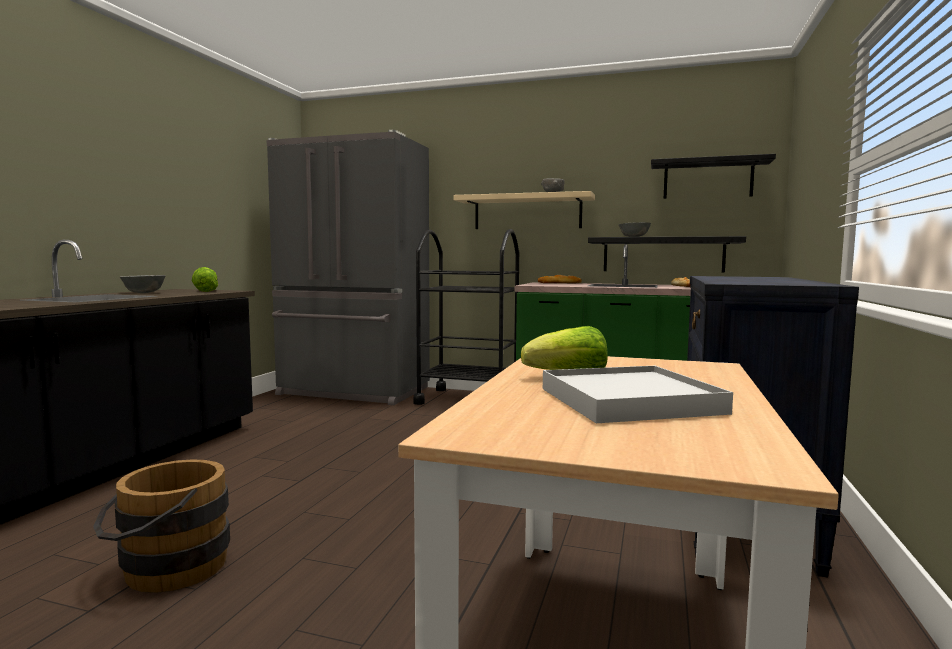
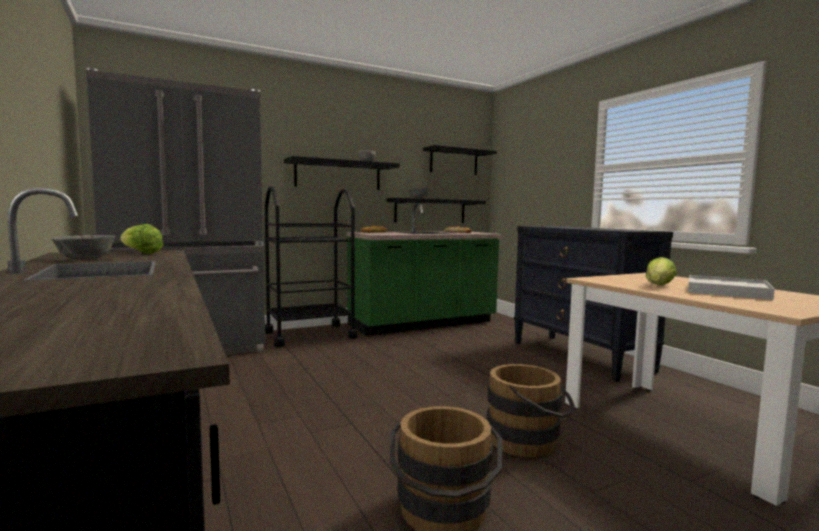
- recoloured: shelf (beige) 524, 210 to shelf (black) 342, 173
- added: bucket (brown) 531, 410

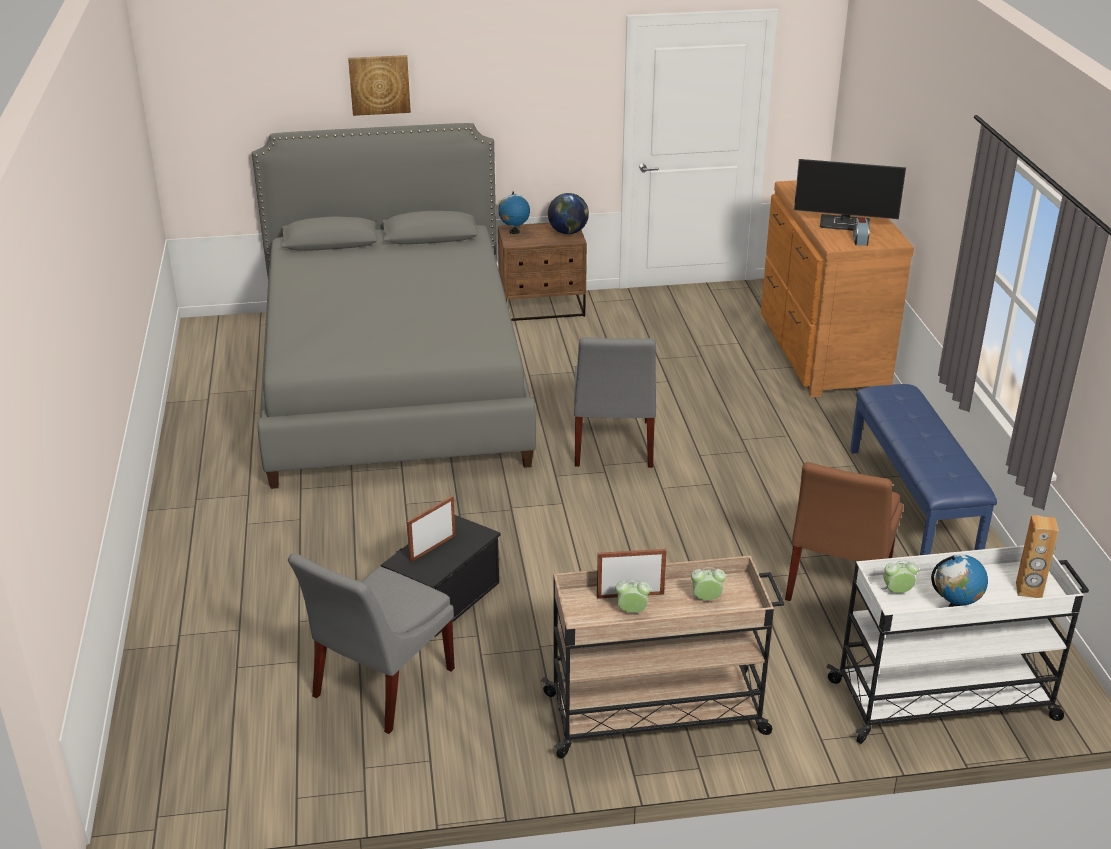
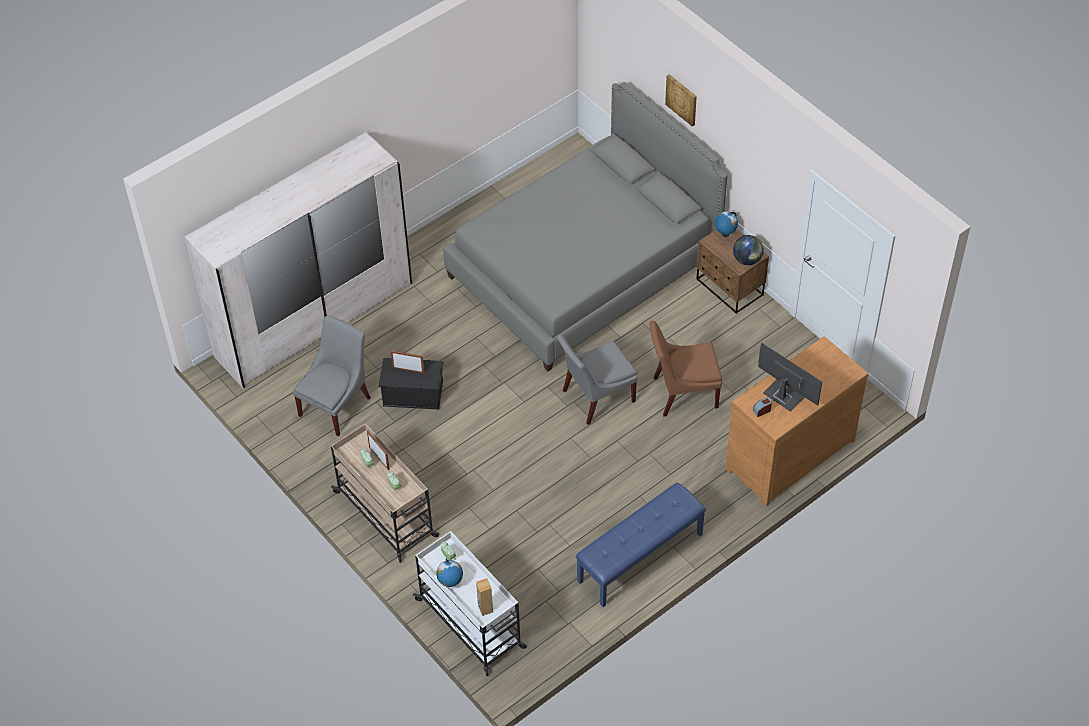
- turned: monitor 850, 195 = 790, 377 150 degrees clockwise
- moved: chair (brown) 844, 531 to 685, 368
- turned: chair (grey) 371, 643 = 332, 375 120 degrees clockwise
- added: wardrobe (white) 298, 260

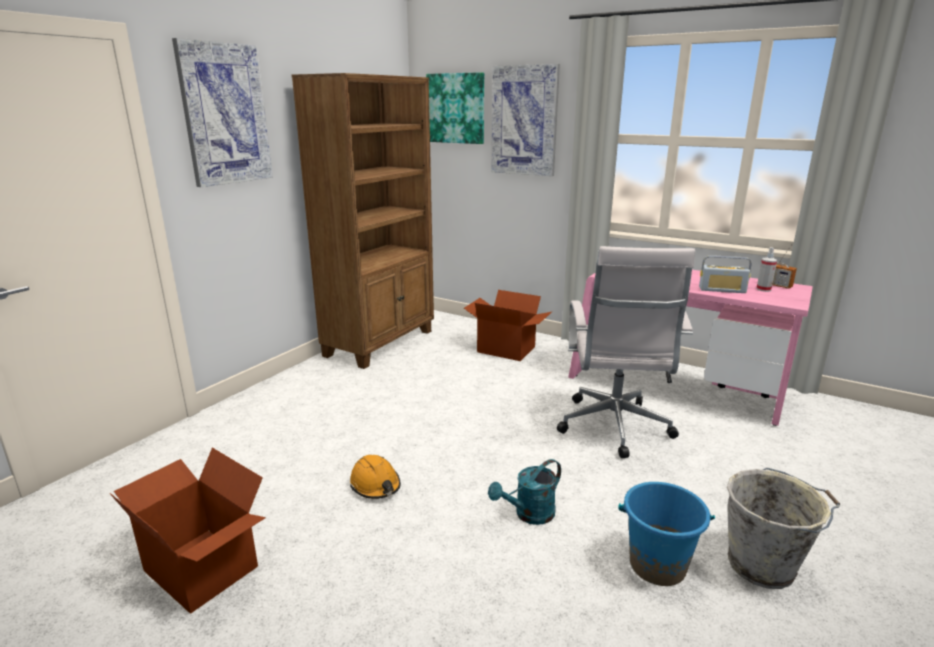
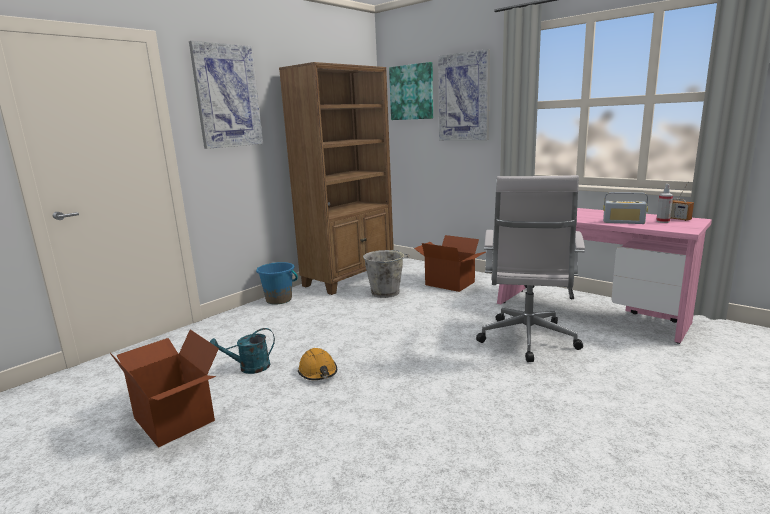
- moved: watering can (turquoise) 524, 492 to 242, 351
- moved: bucket (grey) 783, 528 to 386, 274
- moved: bucket (blue) 666, 534 to 277, 283

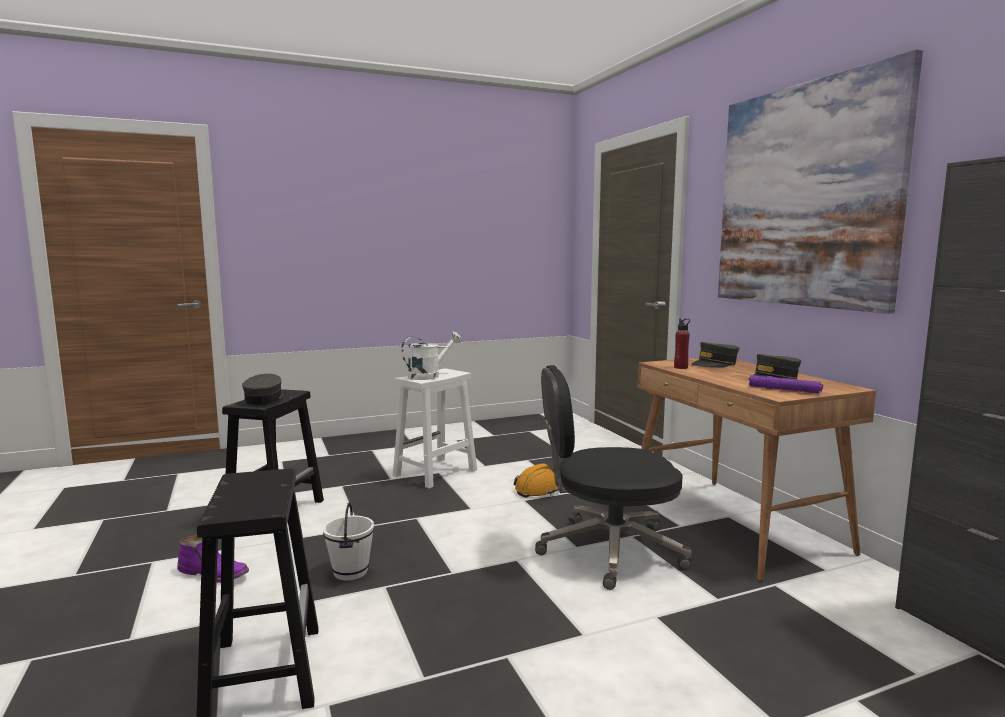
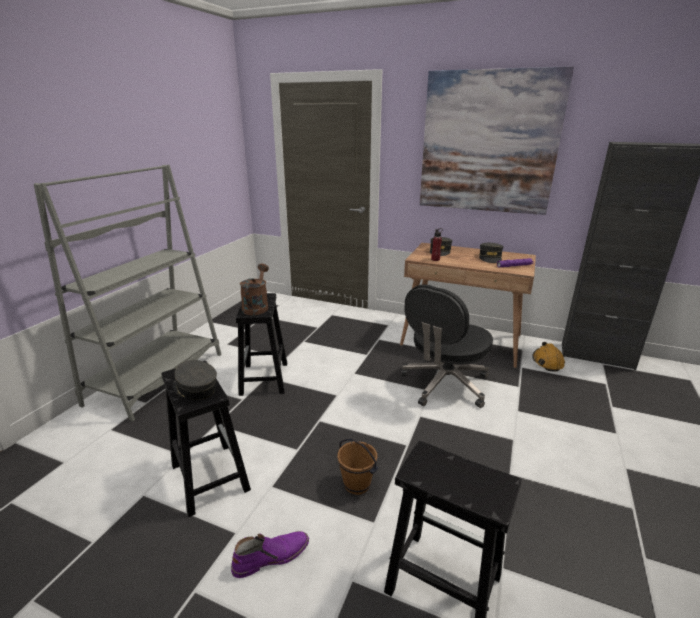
- recoloured: watering can (white) 431, 356 to watering can (brown) 254, 289
- recoloured: stool (white) 435, 428 to stool (black) 261, 344
- moved: hard hat (orange) 538, 480 to 548, 357
- recoloured: bucket (white) 348, 541 to bucket (brown) 357, 466
- added: bookcase (grey) 128, 293

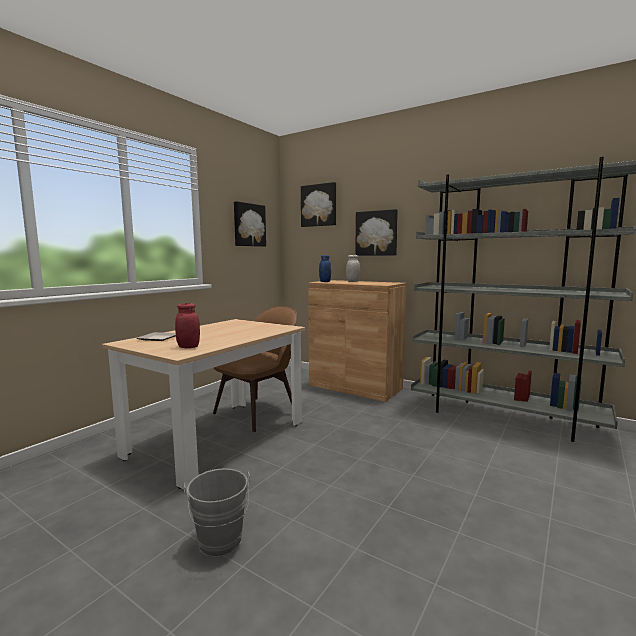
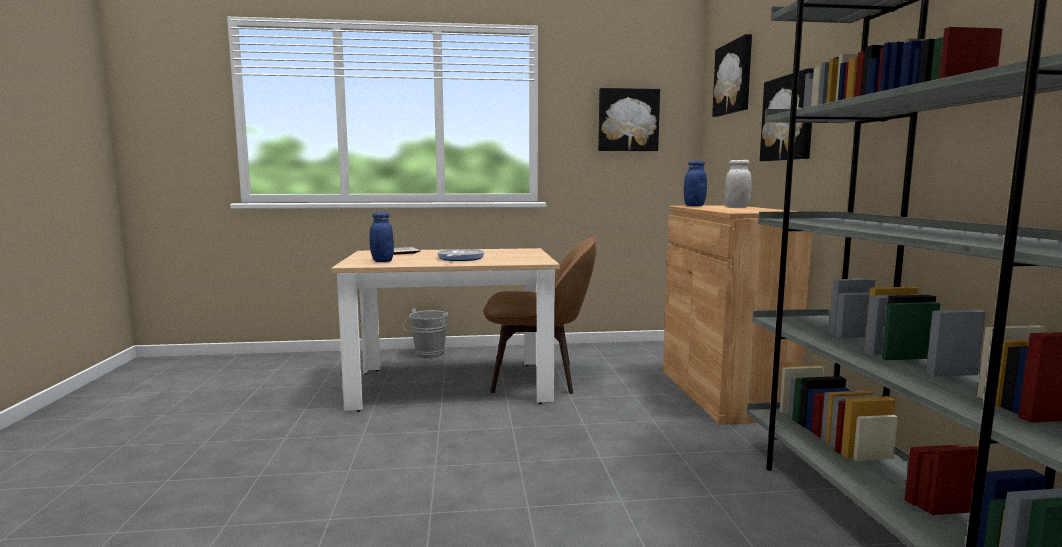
- recoloured: jar (red) 187, 325 to jar (blue) 381, 237
- moved: bucket (grey) 217, 512 to 426, 333
- added: frying pan 461, 255

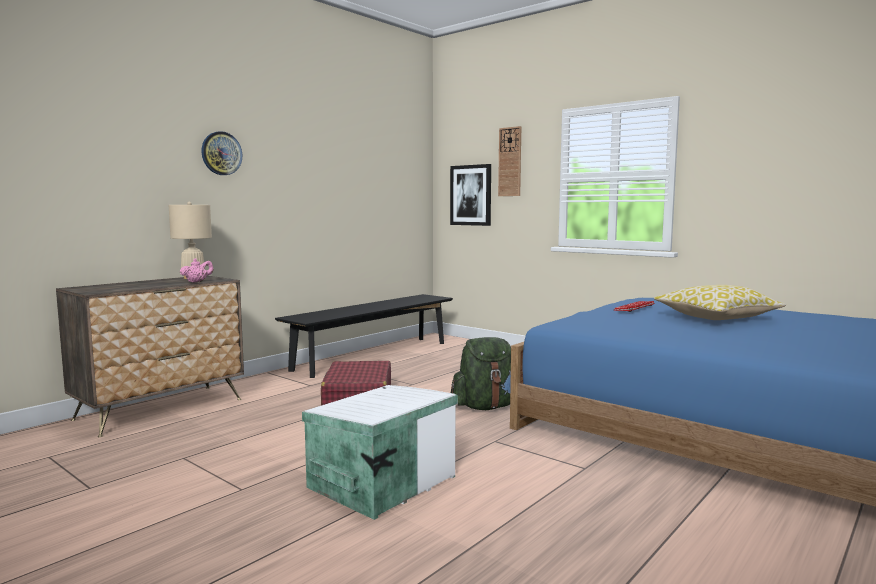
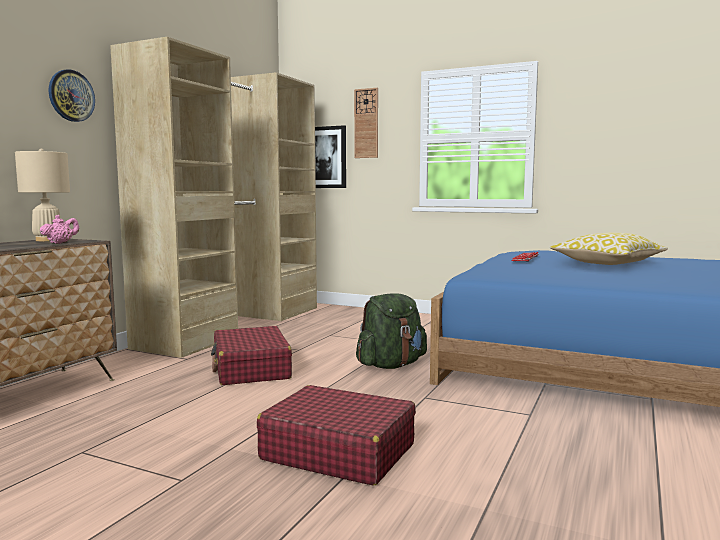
- replaced: bench (black) 364, 336 to wardrobe (beige) 213, 197
- replaced: storage box (white) 380, 452 to suitcase (red) 336, 435

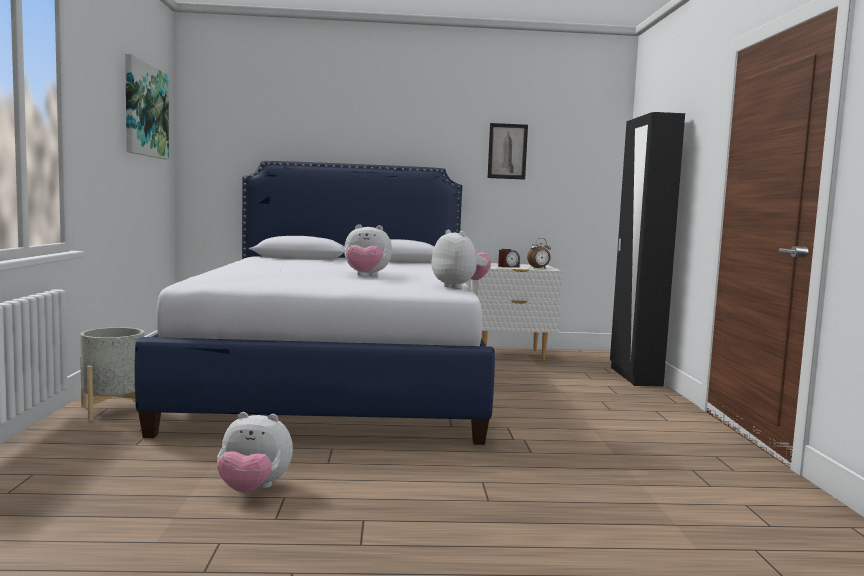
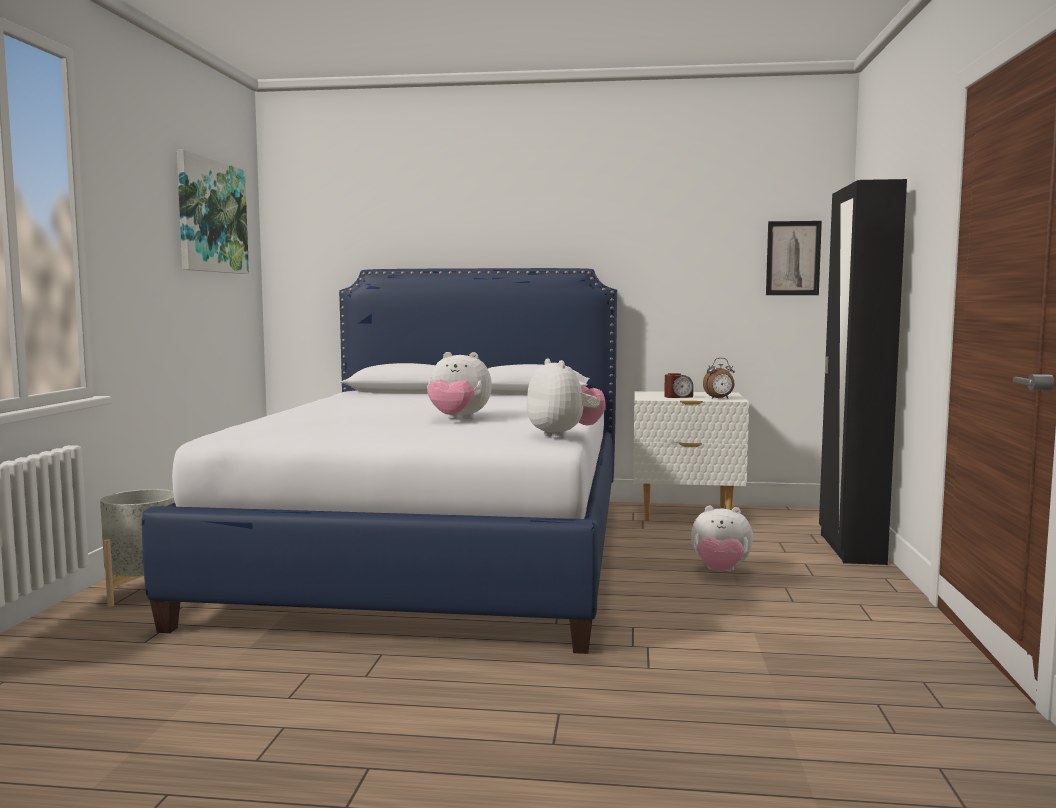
- moved: picture 508, 151 to 794, 258
- moved: plush toy 255, 452 to 722, 539

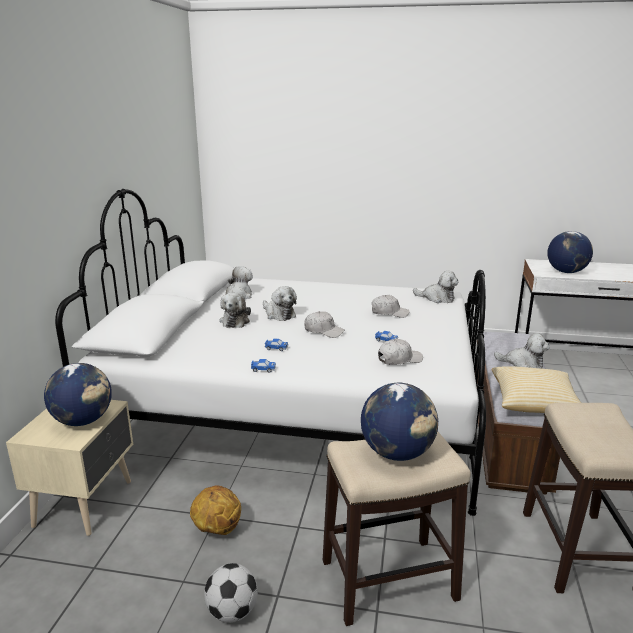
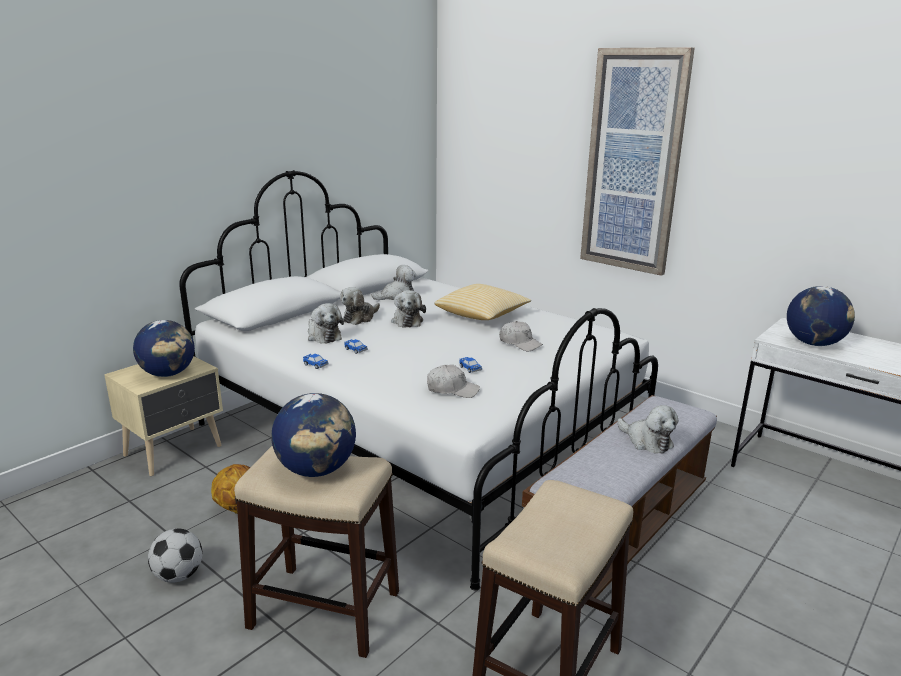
- moved: plush toy 435, 287 to 326, 323
- removed: cap (white) 324, 324
- moved: pillow 536, 390 to 483, 302
- added: picture 637, 161

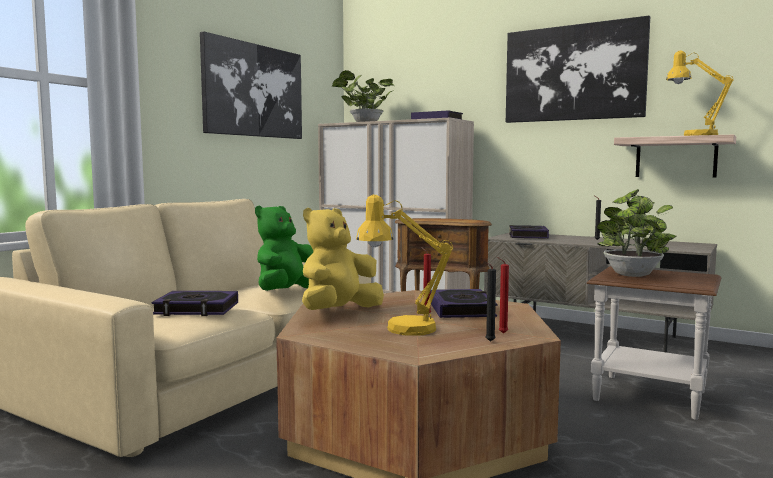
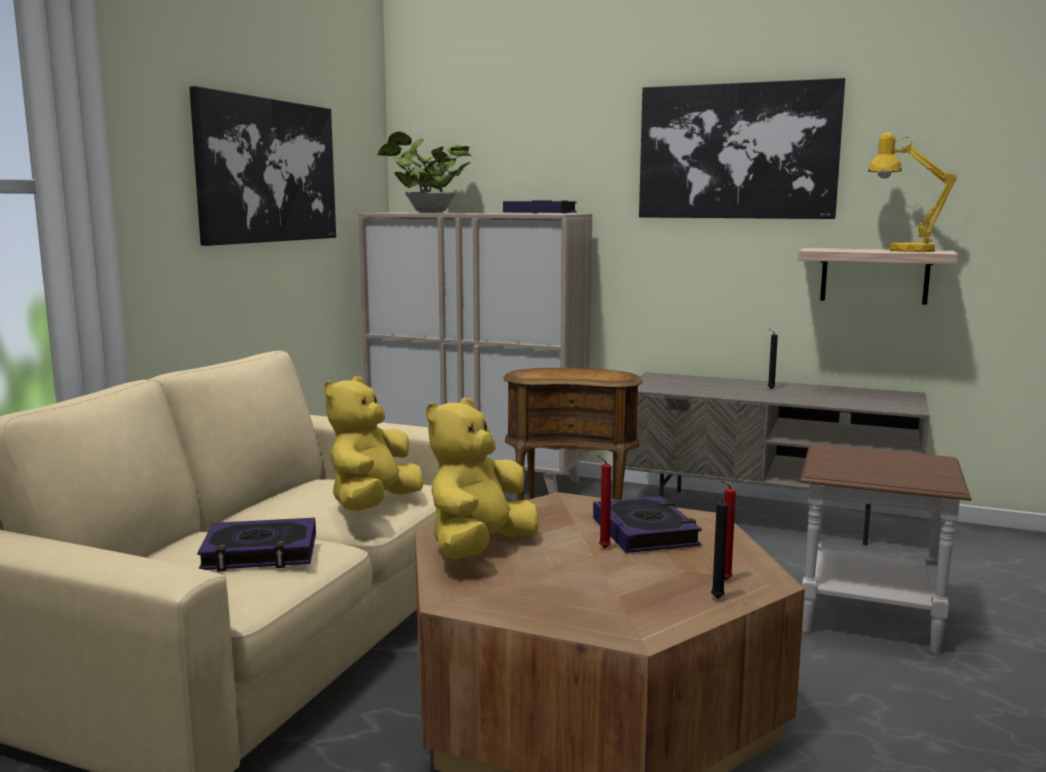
- removed: potted plant 636, 233
- removed: table lamp (yellow) 404, 265
- recoloured: plush toy (green) 284, 248 to plush toy (yellow) 373, 443
- removed: book 529, 232

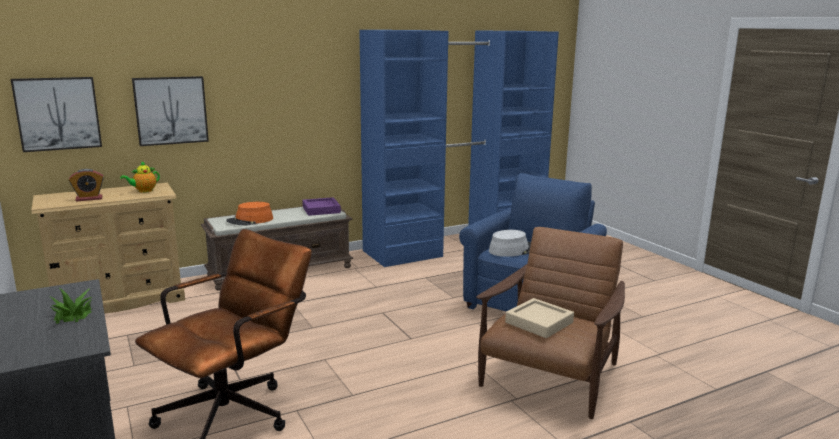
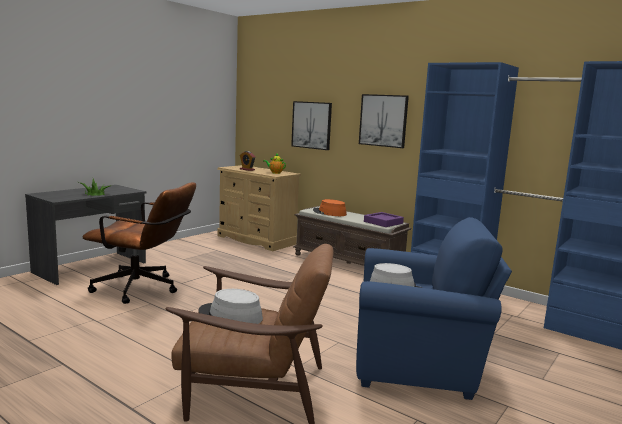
- moved: picture 56, 114 to 384, 121
- replaced: tray (beige) 539, 318 to hat (grey) 230, 306

